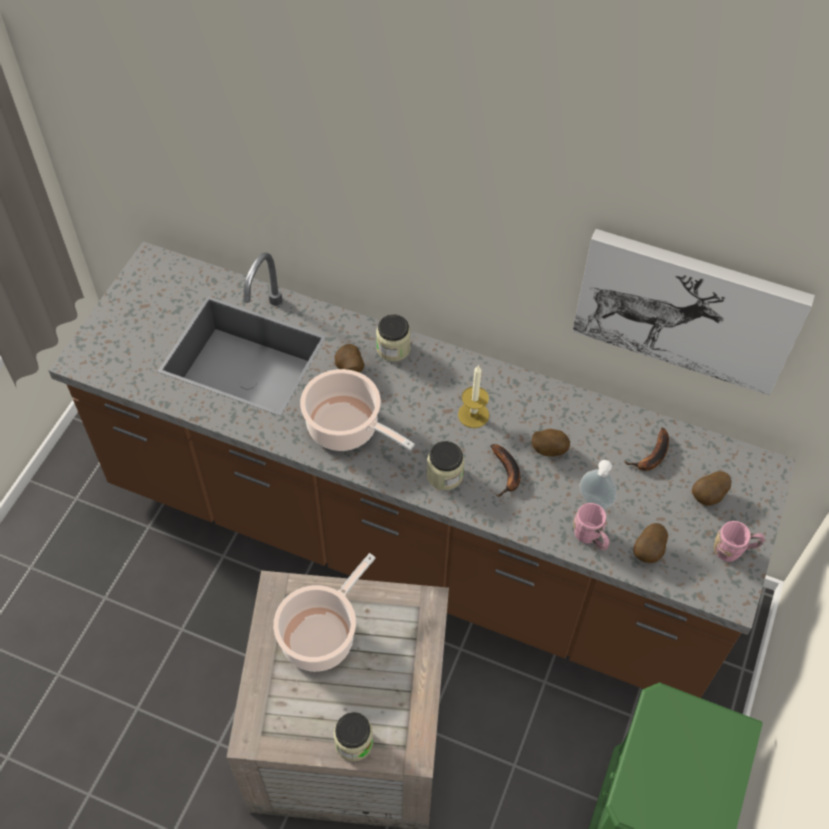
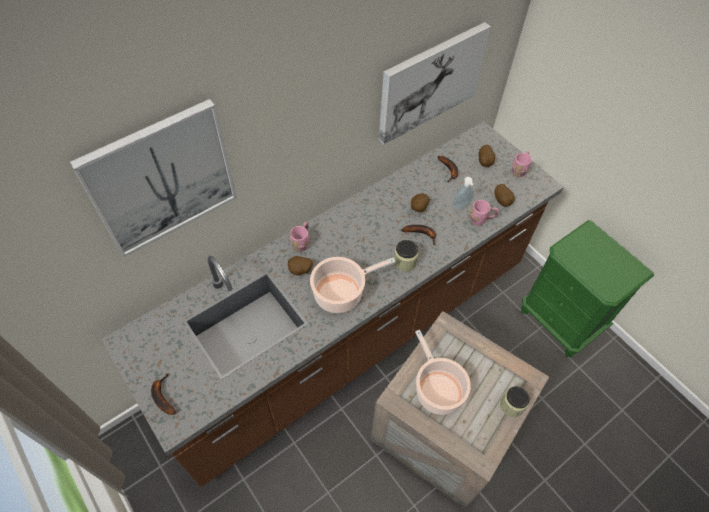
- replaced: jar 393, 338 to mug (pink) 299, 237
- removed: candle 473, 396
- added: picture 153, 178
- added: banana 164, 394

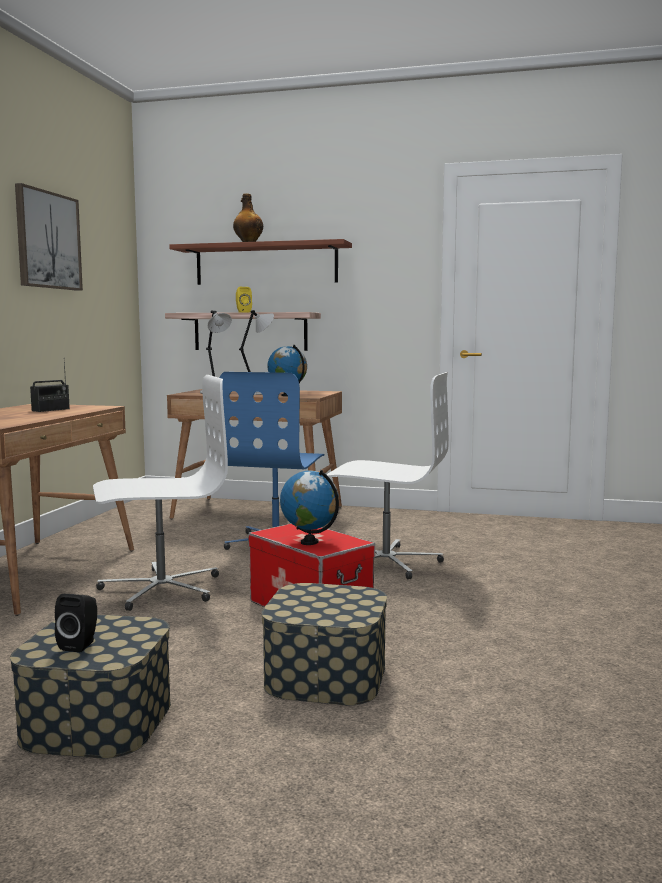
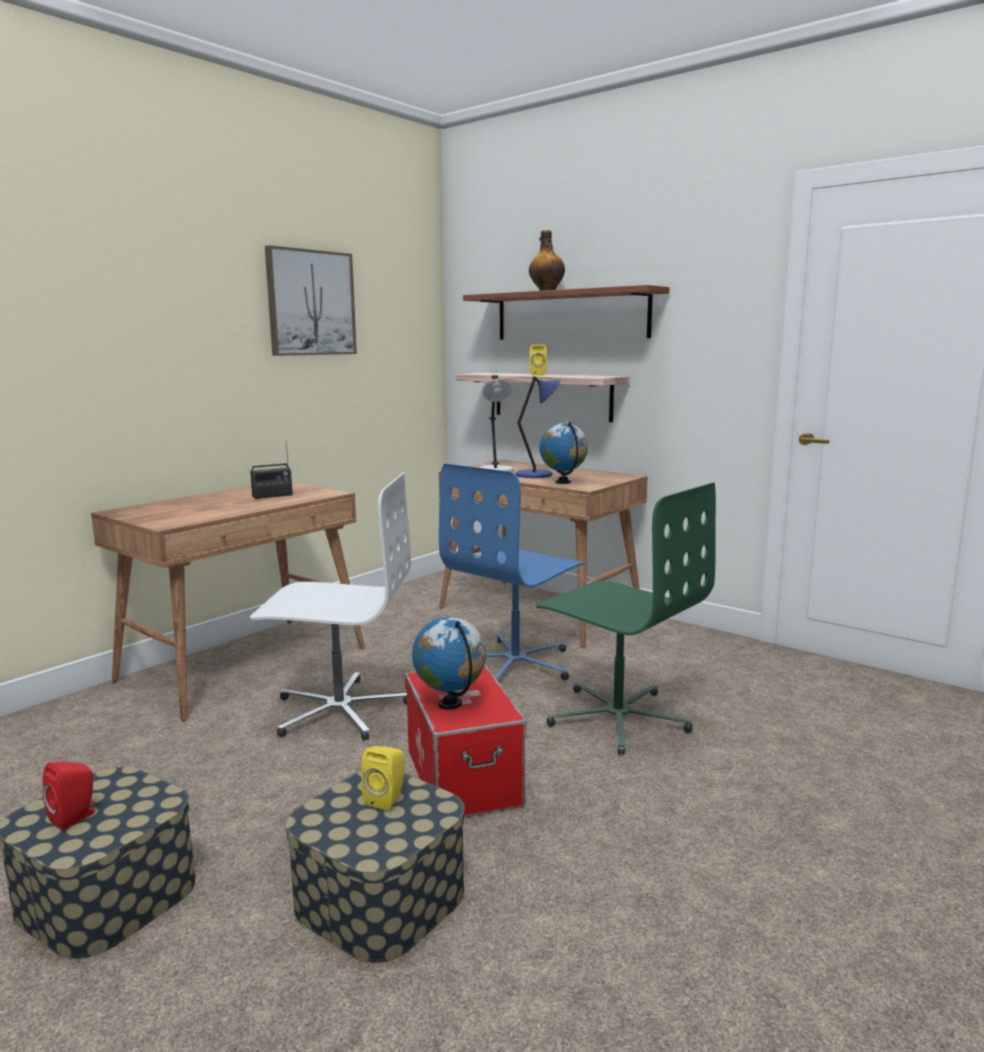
- recoloured: table lamp (grey) 256, 352 to table lamp (blue) 538, 427
- recoloured: office chair (white) 387, 475 to office chair (green) 626, 619
- recoloured: speaker (black) 76, 623 to speaker (red) 68, 795
- added: speaker (yellow) 383, 778

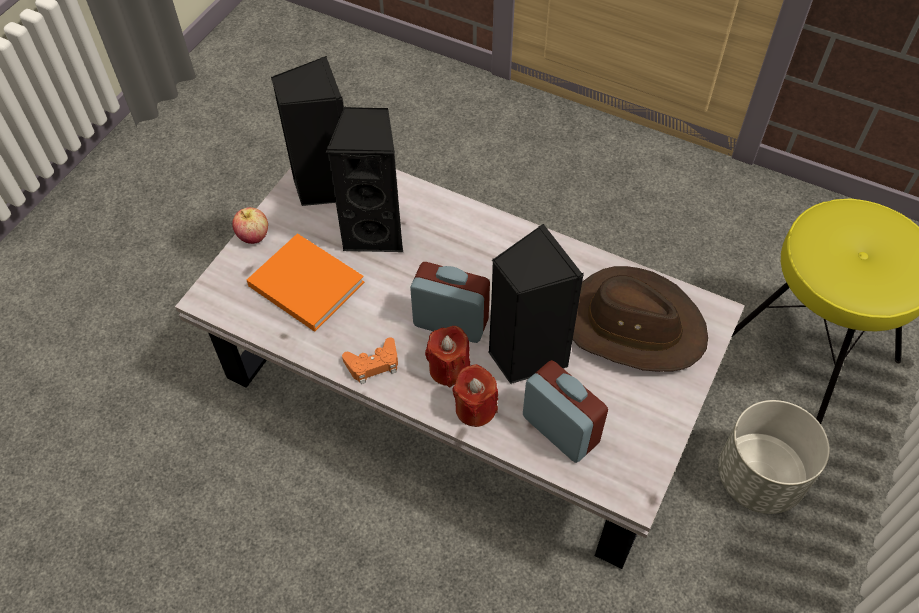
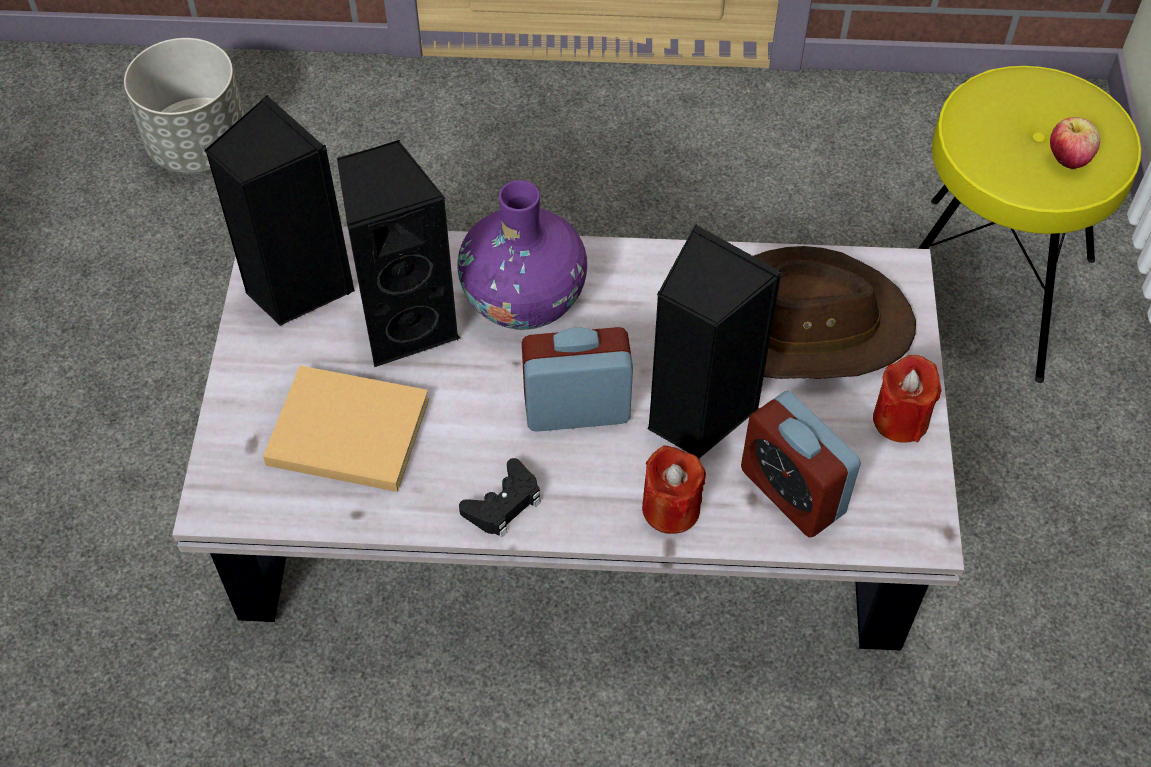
- moved: apple 250, 225 to 1075, 143
- recoloured: book (orange) 306, 282 to book (beige) 346, 429
- moved: candle (red) 447, 356 to 907, 399
- recoloured: game controller (orange) 370, 360 to game controller (black) 500, 497
- turned: alarm clock 565, 411 = 801, 464 150 degrees counterclockwise
- moved: planter (grey) 774, 457 to 184, 105
- added: vase (purple) 522, 255

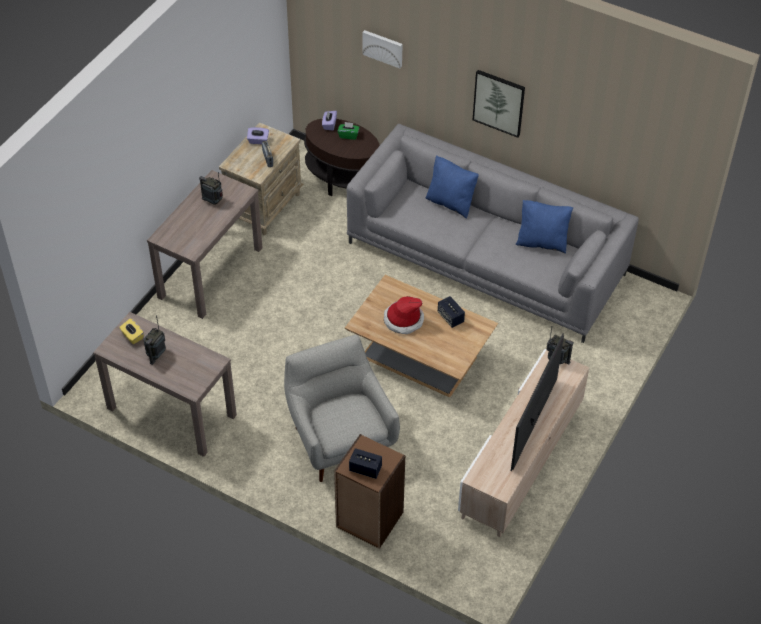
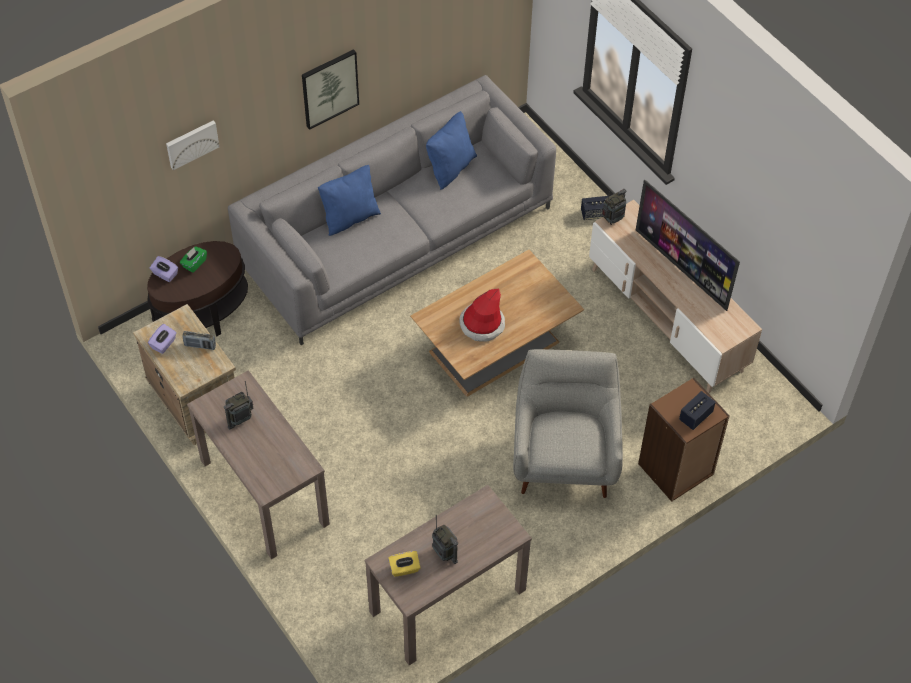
- moved: speaker 451, 312 to 594, 208
- turned: armchair (grey) 342, 408 = 568, 423 90 degrees clockwise

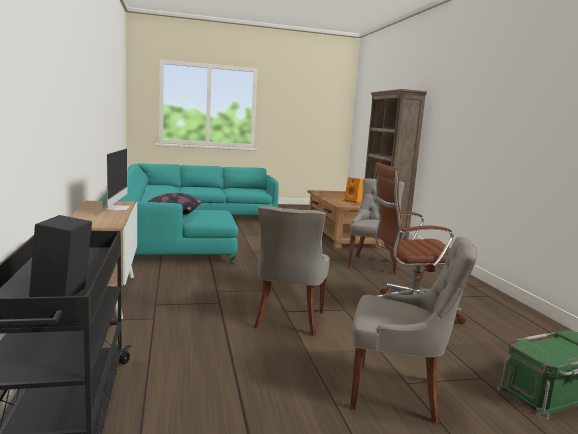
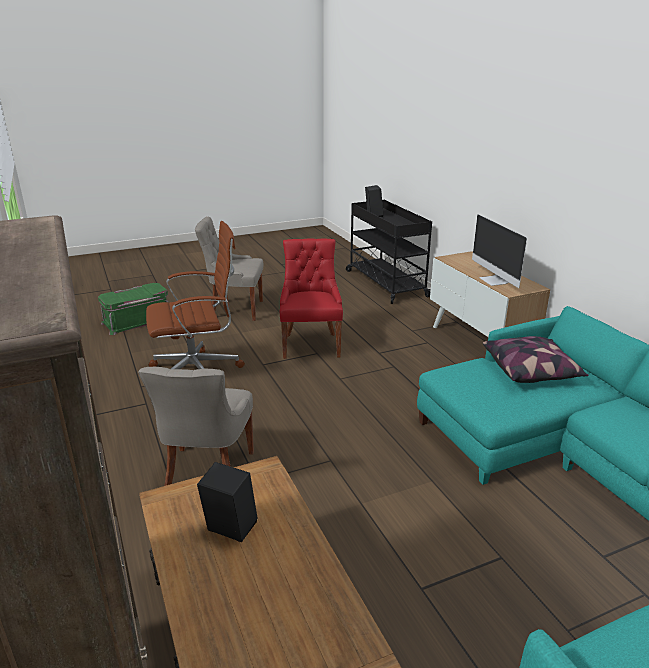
- recoloured: speaker (orange) 353, 190 to speaker (black) 227, 502
- recoloured: chair (grey) 292, 271 to chair (red) 311, 298

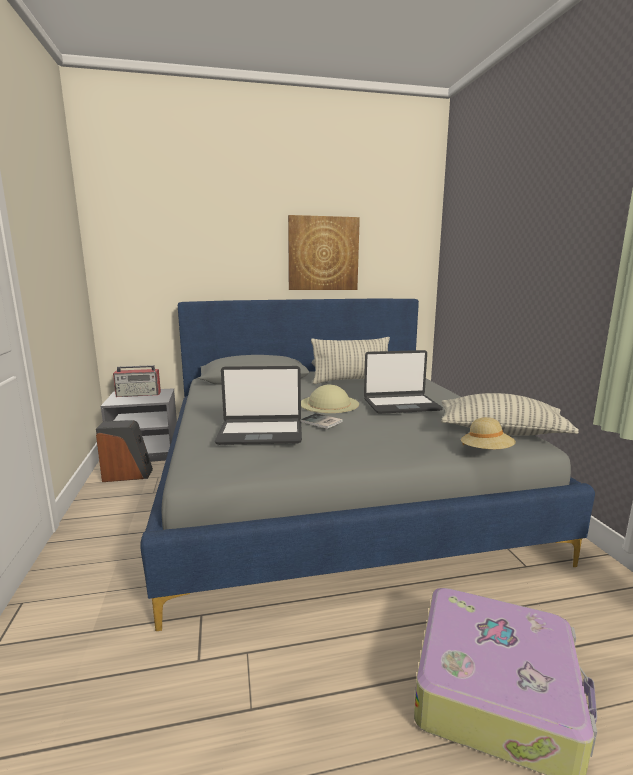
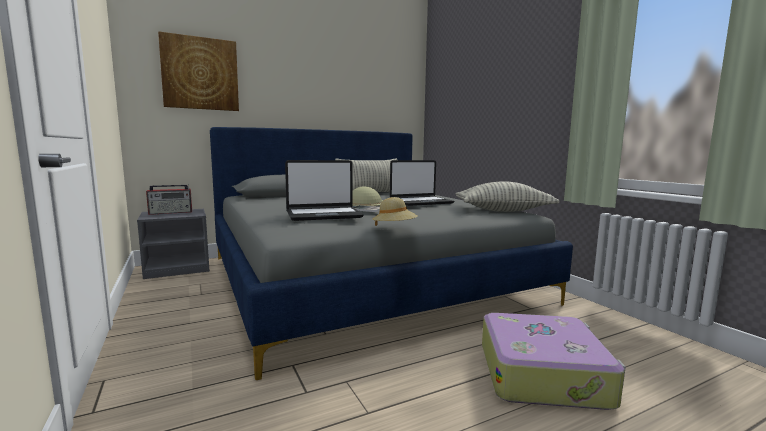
- moved: picture 324, 252 to 198, 71
- moved: hat (beige) 488, 433 to 395, 211
- removed: speaker 124, 451

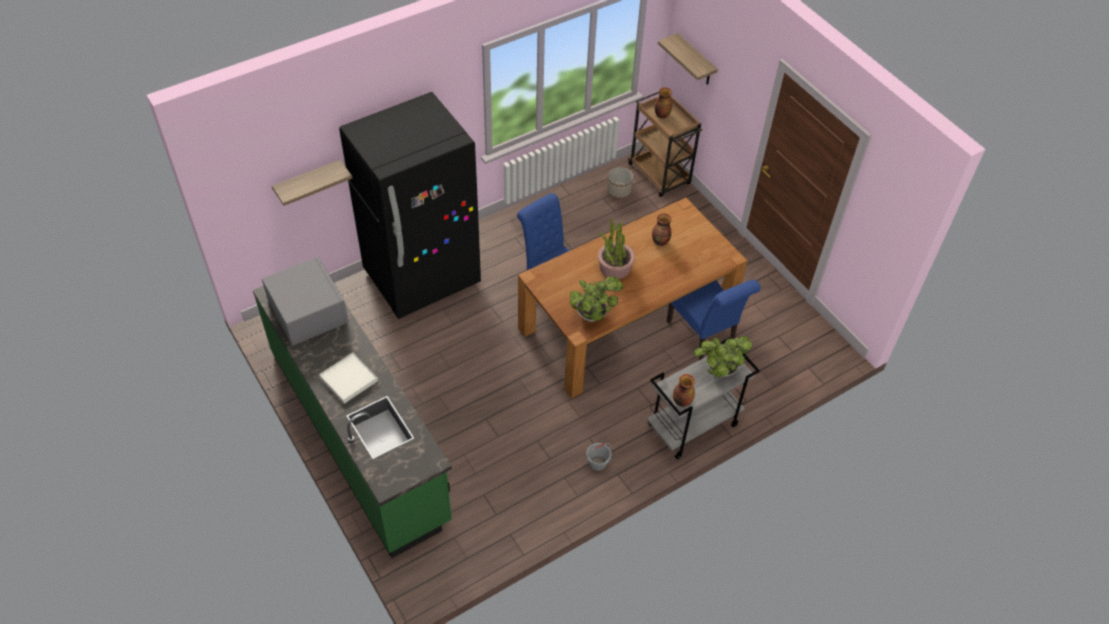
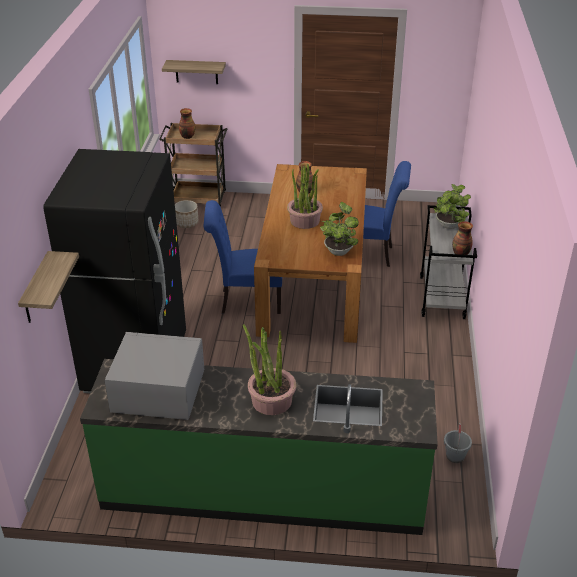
- replaced: tray (white) 348, 378 to potted plant 269, 369
- moved: bucket (grey) 598, 457 to 458, 443

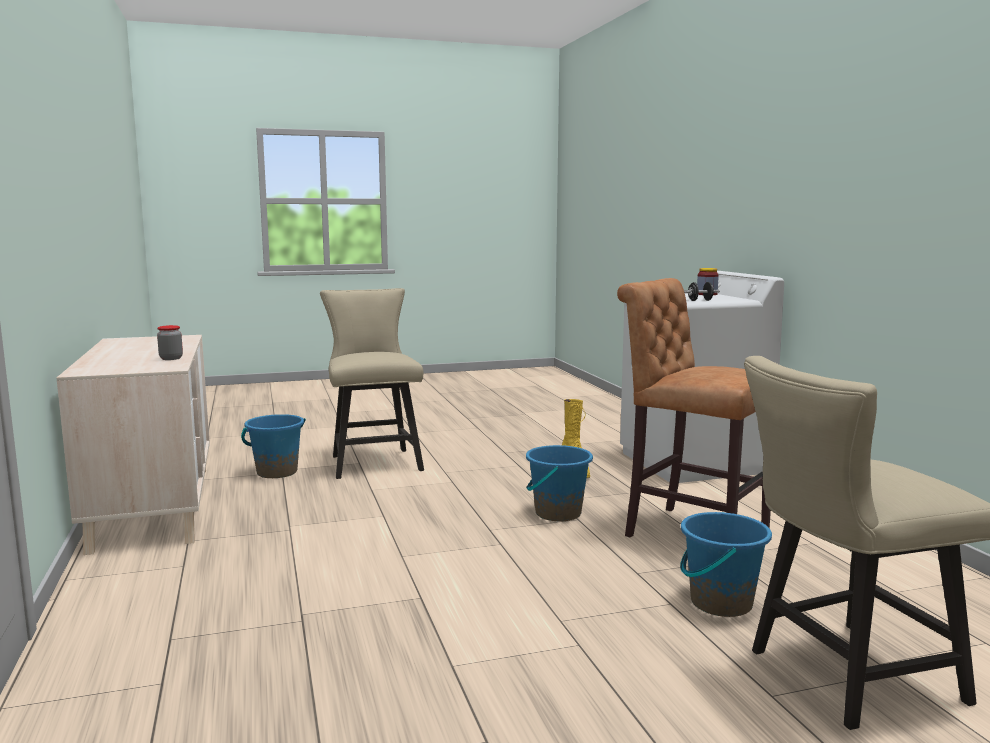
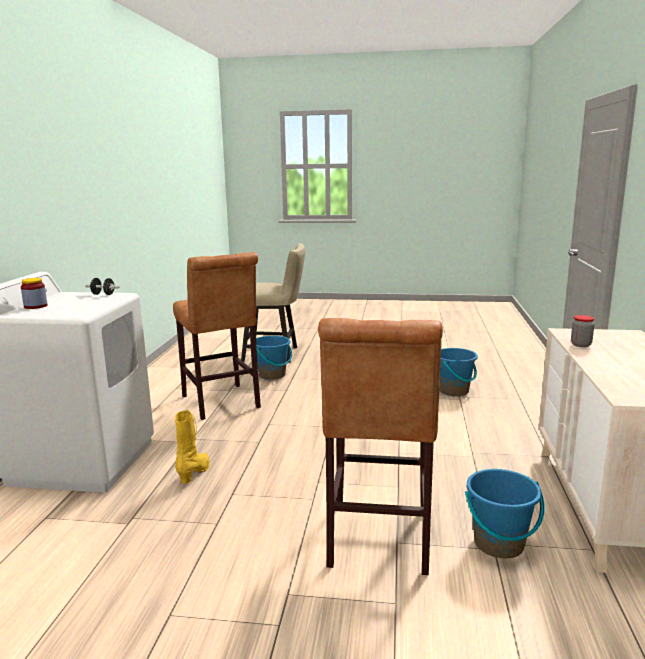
- replaced: chair (beige) 372, 383 to stool (brown) 380, 446
- moved: bucket (blue) 559, 483 to 459, 372

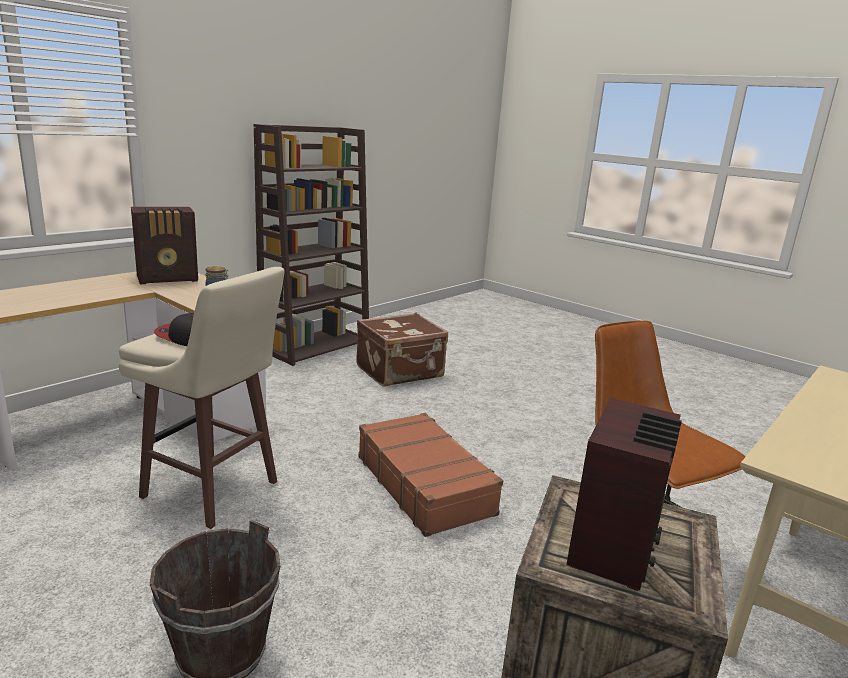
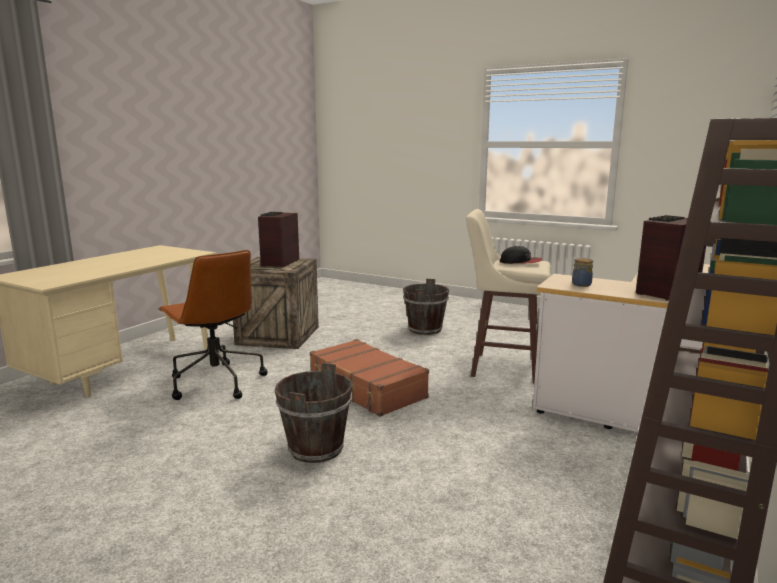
- removed: suitcase (brown) 402, 350
- added: bucket (brown) 313, 413

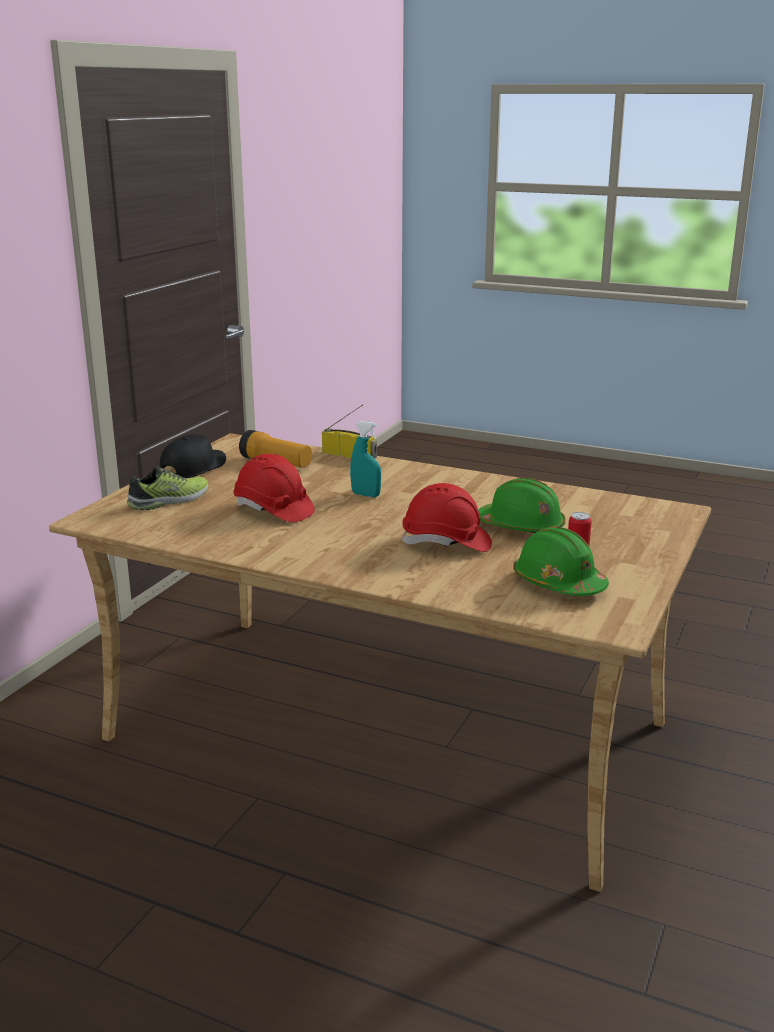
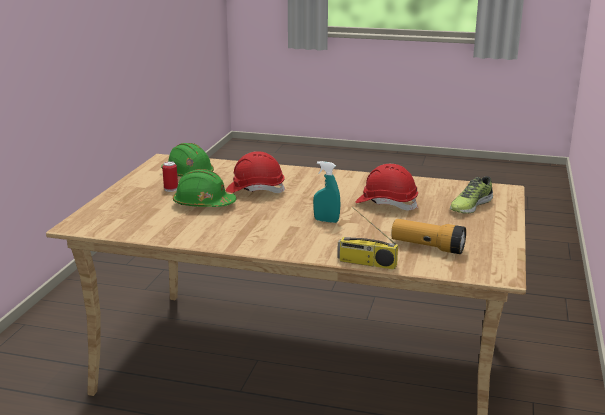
- removed: cap (black) 193, 456

